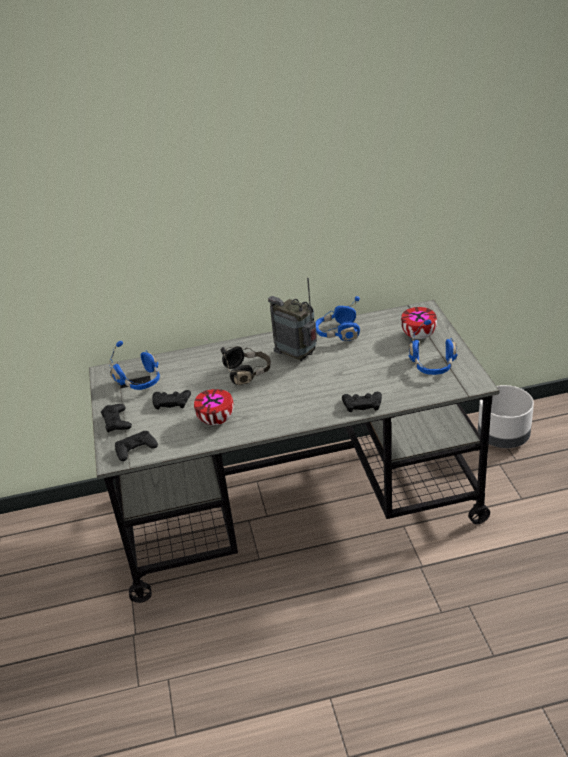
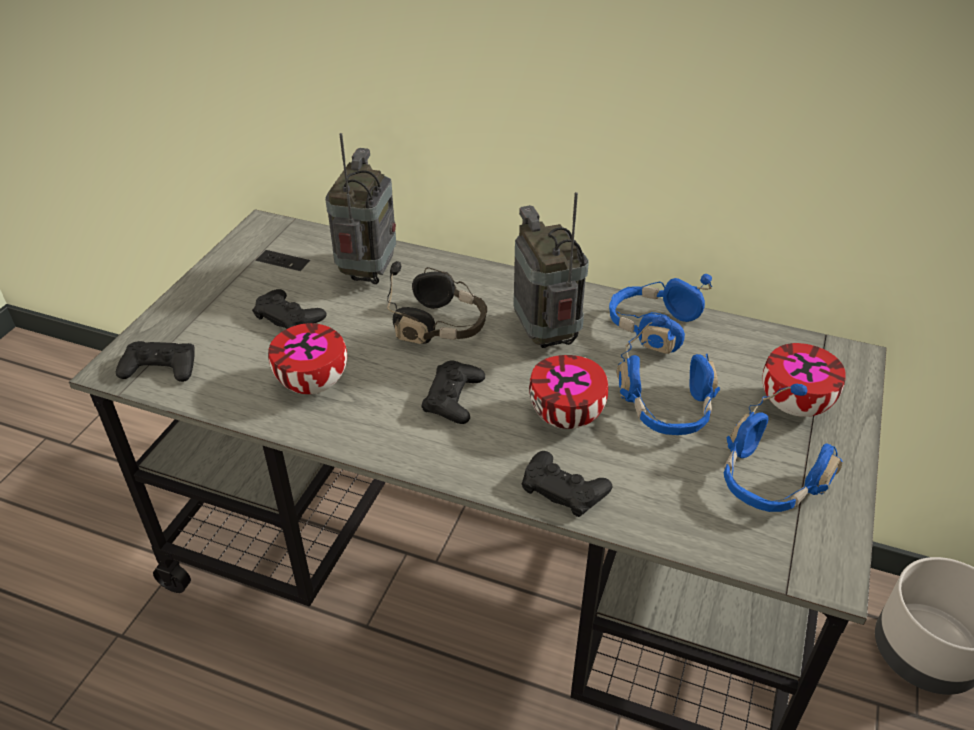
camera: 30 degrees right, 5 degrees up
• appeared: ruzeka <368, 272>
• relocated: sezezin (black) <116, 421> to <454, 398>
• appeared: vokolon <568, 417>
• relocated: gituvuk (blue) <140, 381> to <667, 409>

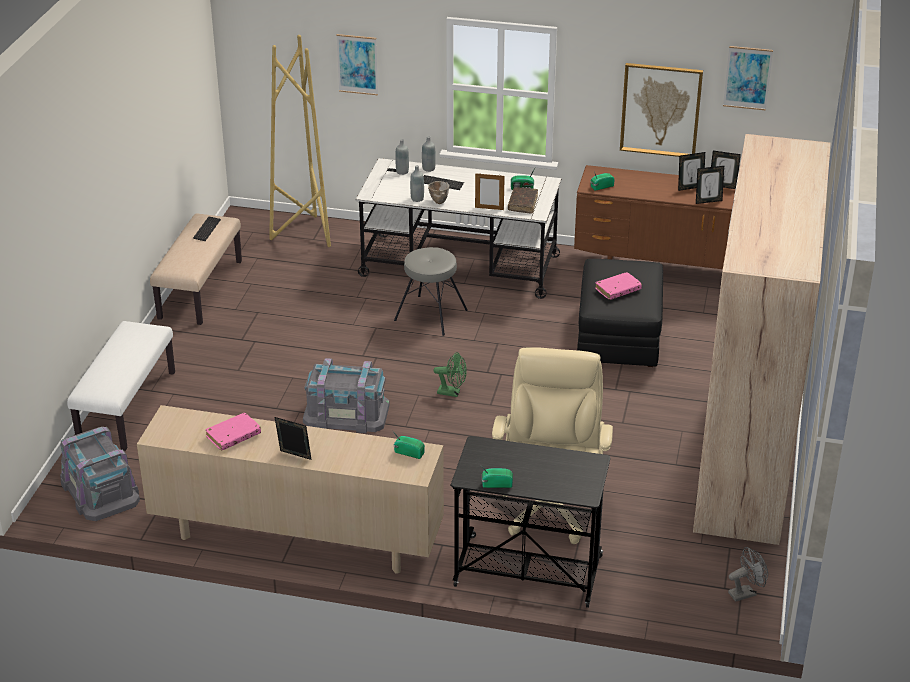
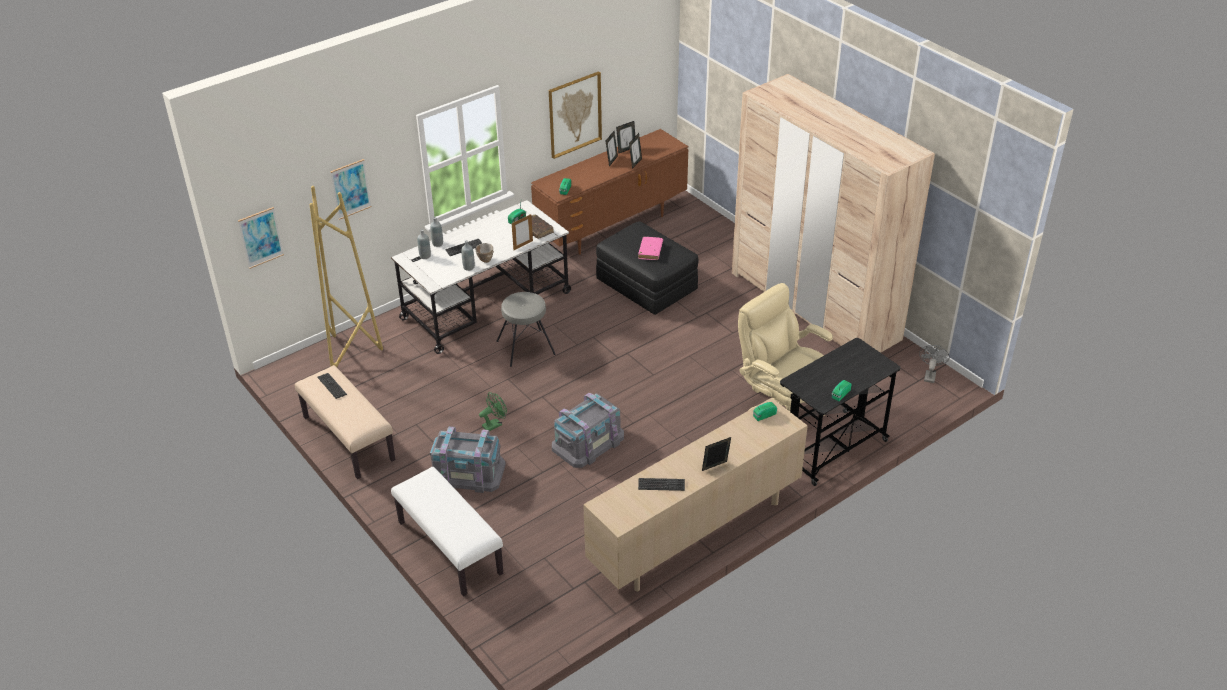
camera: 50 degrees left, 5 degrees up
• relocated: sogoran <747, 78> to <261, 237>
• relocated: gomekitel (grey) <99, 489> to <467, 473>
• relocated: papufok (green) <452, 392> to <494, 424>
• exchanged: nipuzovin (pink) <233, 436> to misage <661, 485>

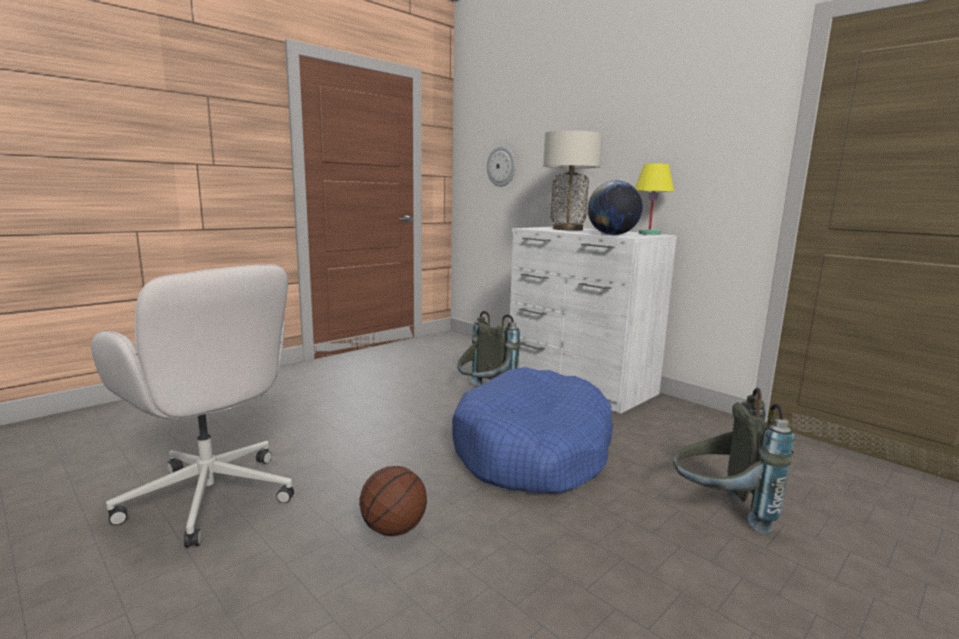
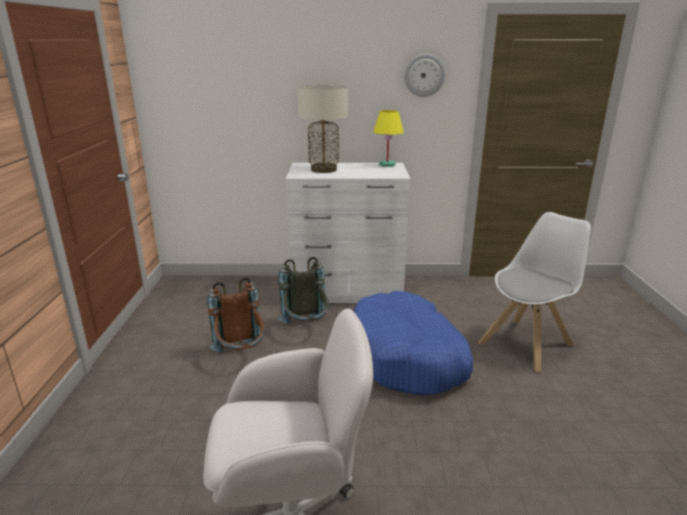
camera: 45 degrees left, 10 degrees up
• appeared: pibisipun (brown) <241, 356>
• relocated: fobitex <501, 166> to <424, 75>
• exchanged: pibisipun (grey) <719, 511> to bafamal <527, 343>
• missing: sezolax <393, 529>
• missing: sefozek <612, 235>

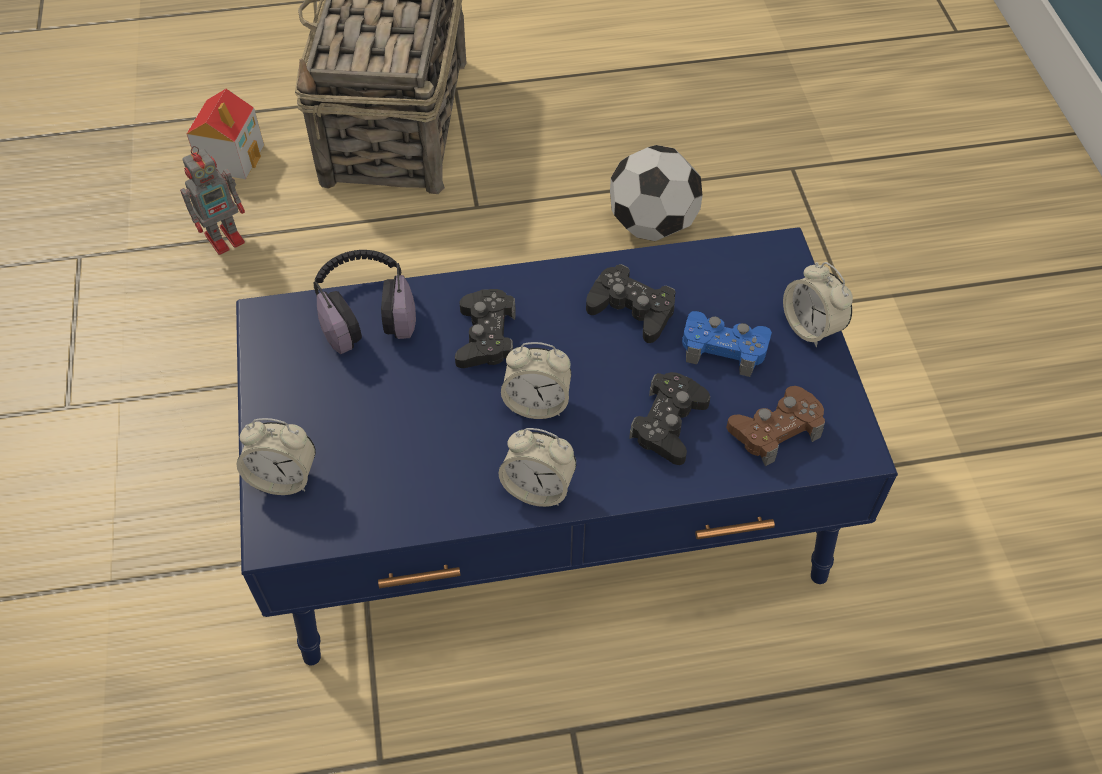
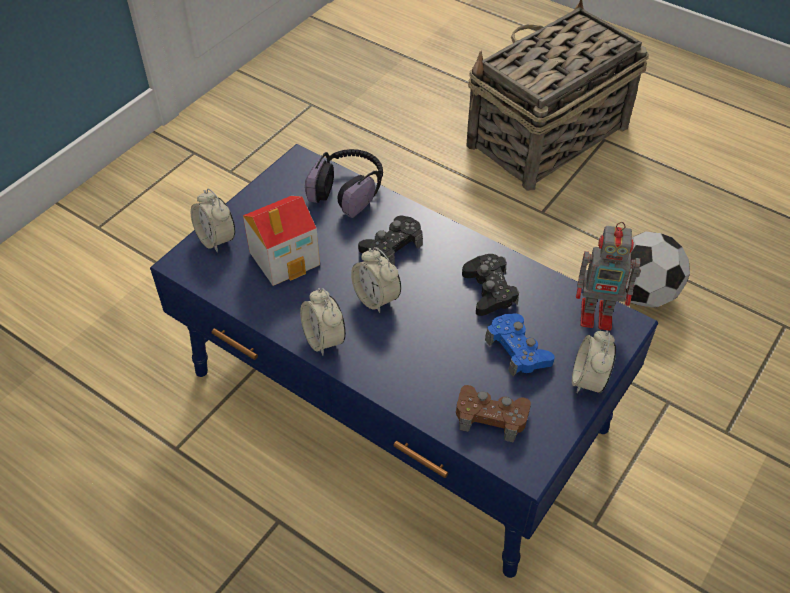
camera: 45 degrees right, 5 degrees down
• relocated: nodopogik <232, 157> to <285, 258>
• relocated: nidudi <226, 237> to <598, 314>
• missing: sezezin (black) <668, 424>

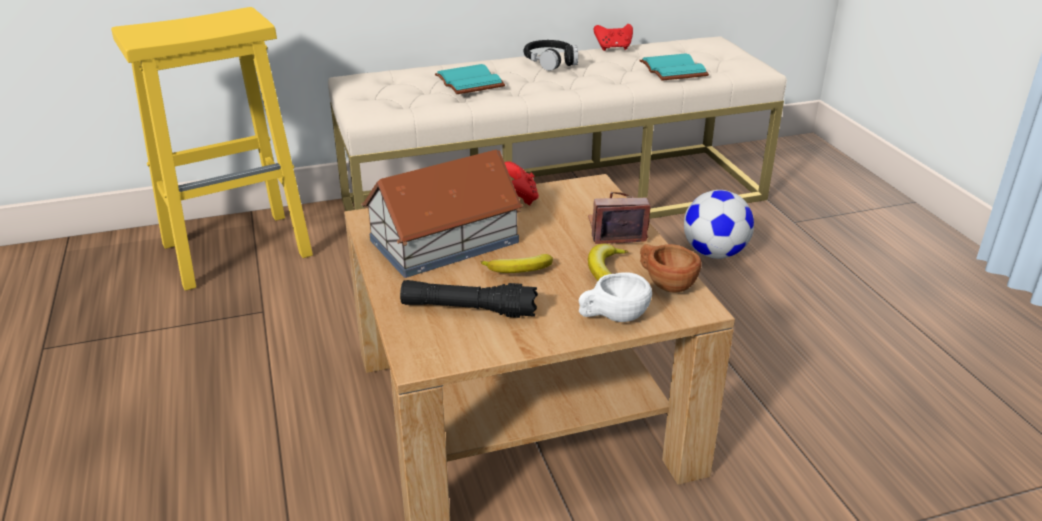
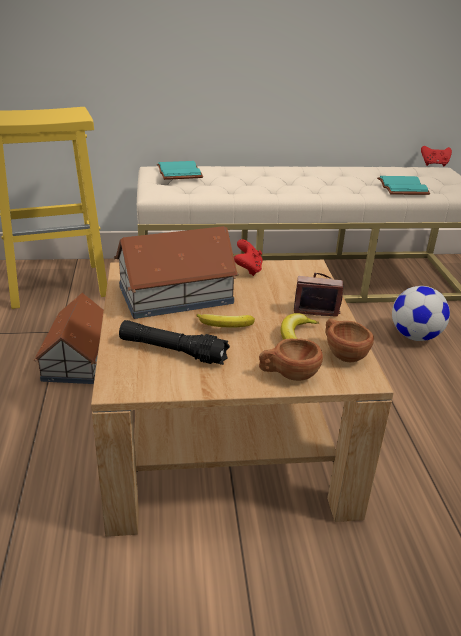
camera: 10 degrees right, 0 degrees up
• appeared: nodopogik <78, 357>
• relocated: nipuzovin (turquoise) <471, 82> to <180, 173>
• colour: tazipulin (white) <613, 317> to tazipulin (brown) <288, 375>
• relocated: sezezin (red) <613, 48> to <434, 164>
• missing: gituvuk (black) <550, 62>

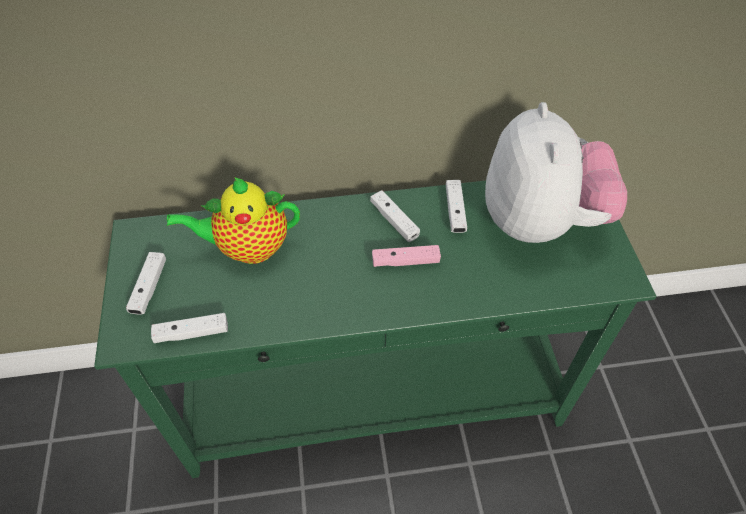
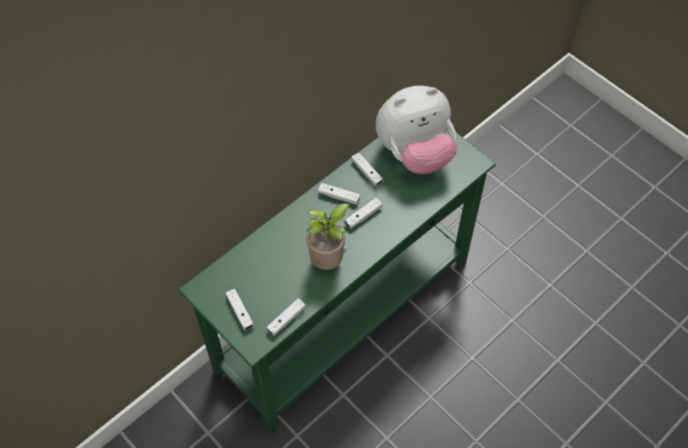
camera: 35 degrees left, 5 degrees up
• appeared: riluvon <329, 261>
• colour: sezezin (pink) <405, 261> to sezezin (white) <363, 216>
• spun: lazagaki <540, 222> = <415, 153> 105 degrees clockwise
• missing: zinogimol <248, 248>

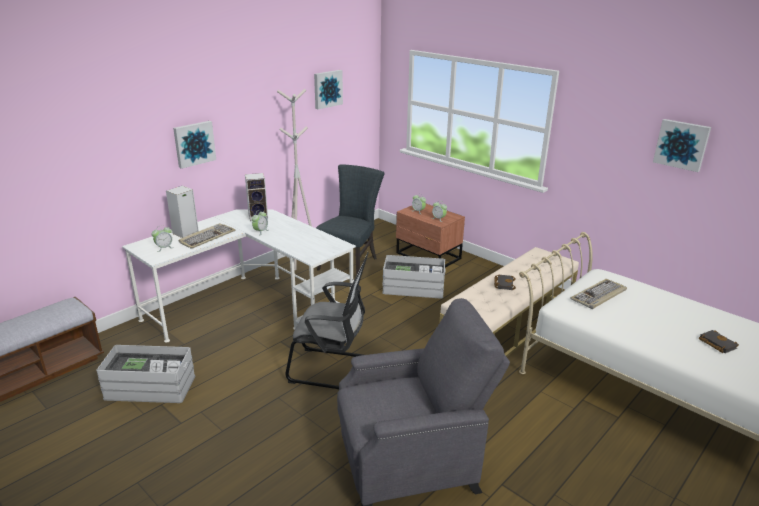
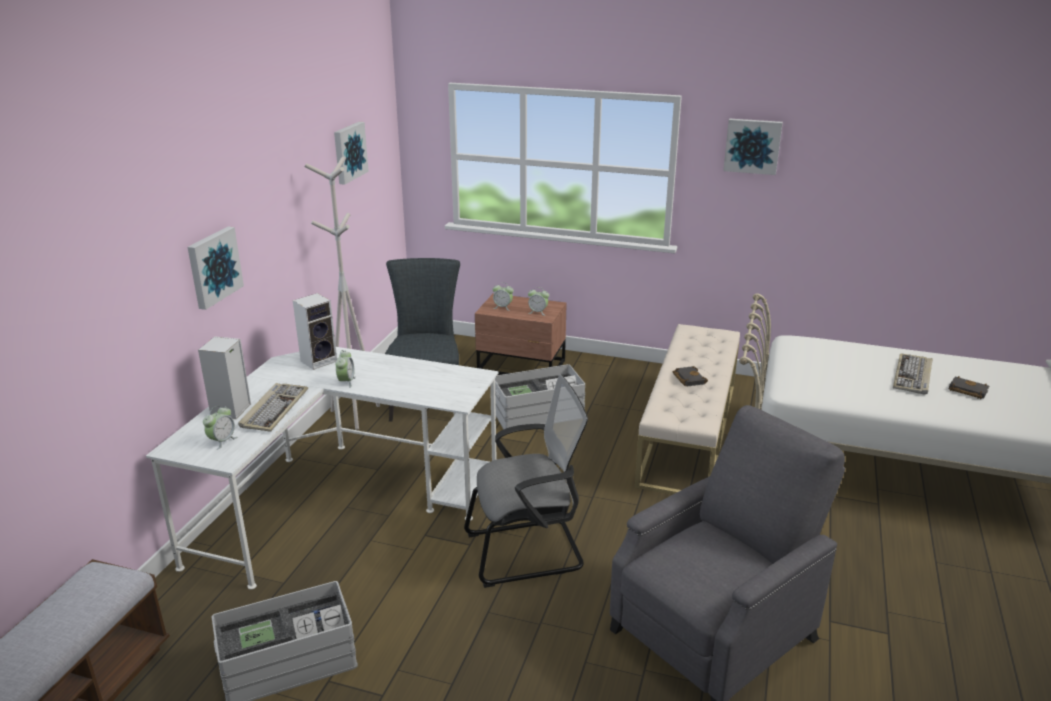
camera: 25 degrees left, 0 degrees up
• relocated: sogoran <682, 144> to <752, 146>
• relocated: misage <599, 296> to <913, 376>

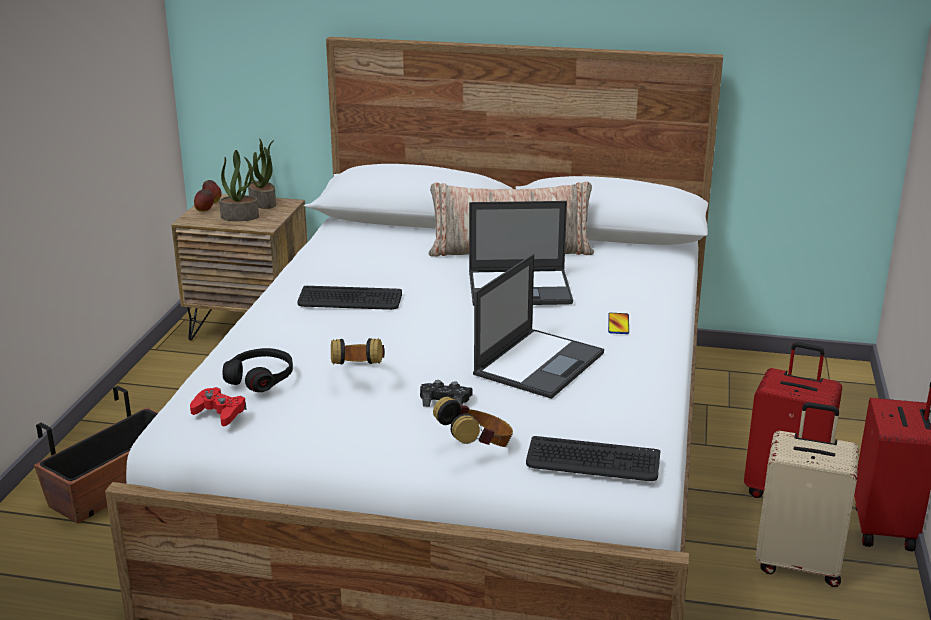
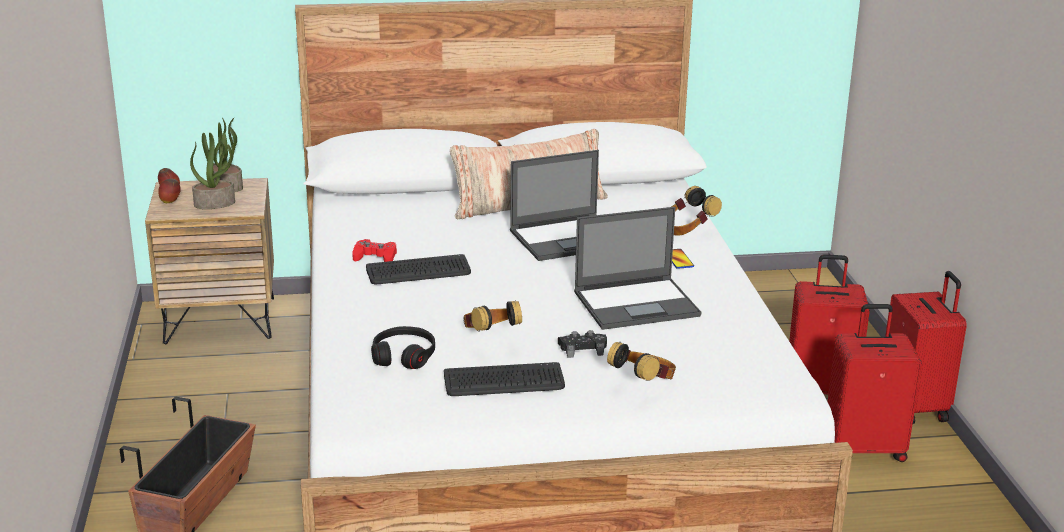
camera: 20 degrees left, 0 degrees up
• relocated: sezezin (red) <219, 412> to <375, 257>
• relocated: misage <593, 461> to <504, 382>
• spun: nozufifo <539, 363> = <637, 304> 60 degrees clockwise
• appeared: gituvuk <687, 230>
• colour: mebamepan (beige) <799, 563> to mebamepan (red) <864, 448>

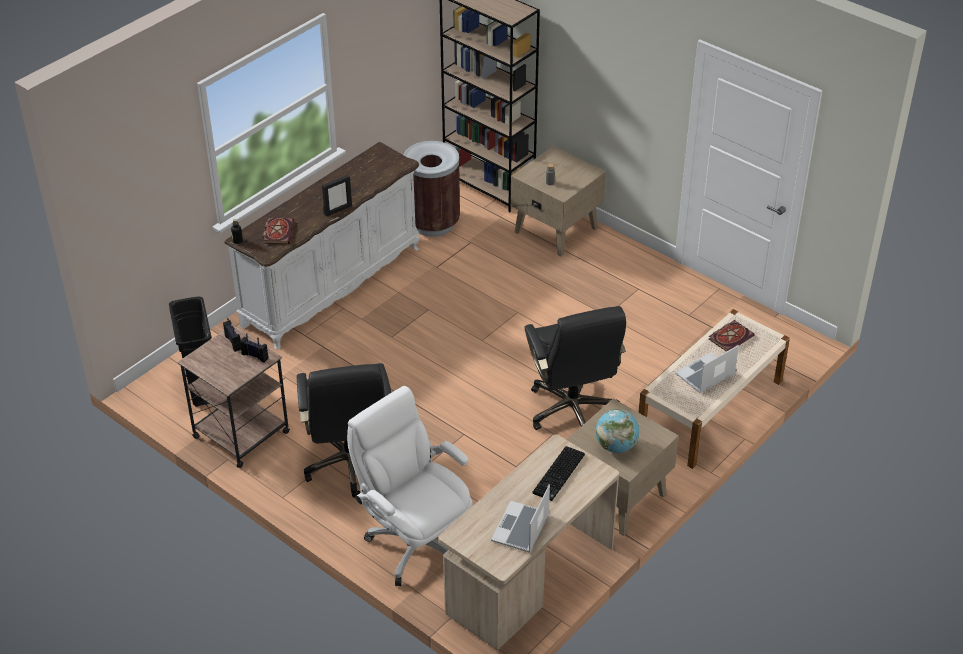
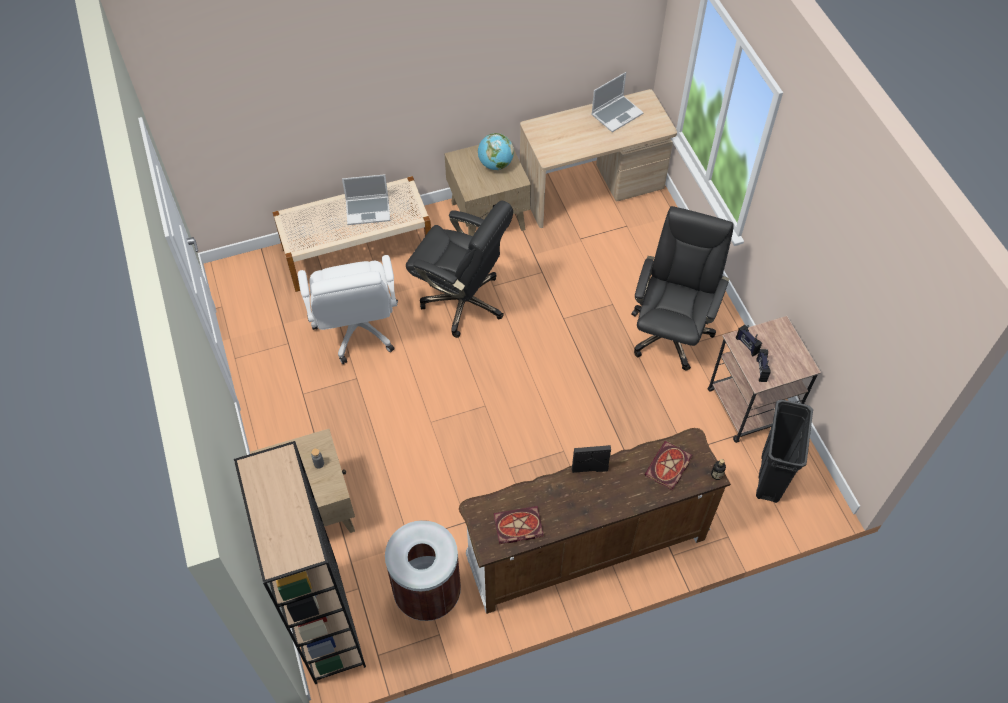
camera: 150 degrees left, 15 degrees up
• relocated: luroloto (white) <415, 540> to <358, 332>
• spun: luroloto (black) <571, 407> = <461, 301> 105 degrees clockwise
• relocated: nipuzovin <731, 337> to <517, 527>
• missing: misage <559, 475>

